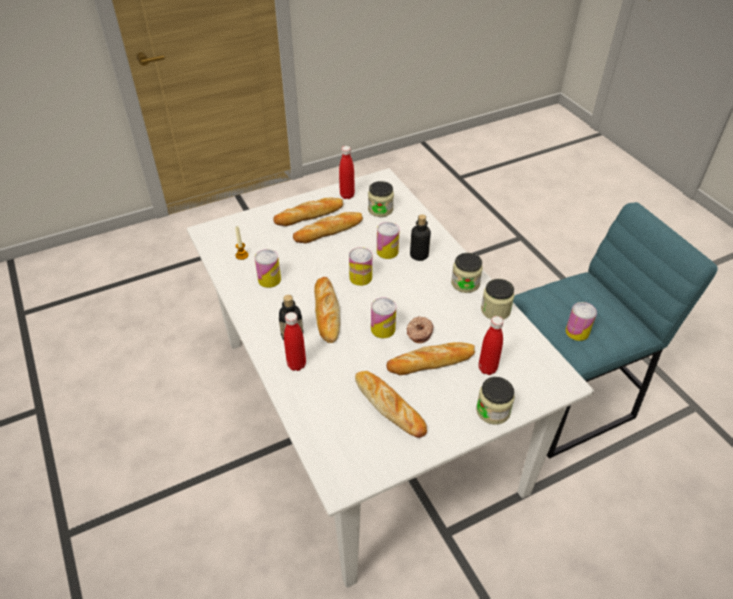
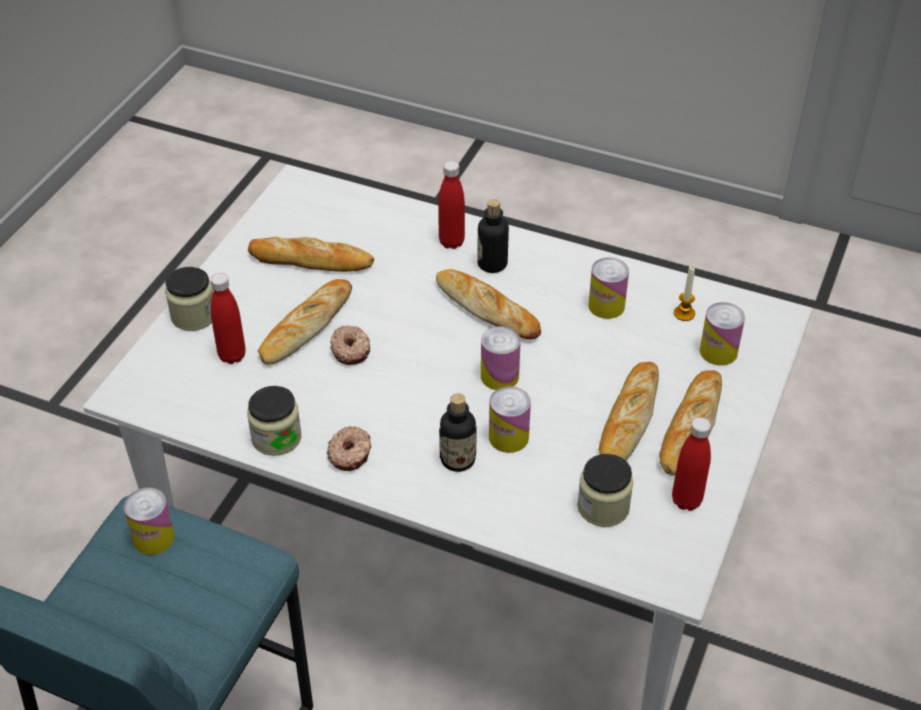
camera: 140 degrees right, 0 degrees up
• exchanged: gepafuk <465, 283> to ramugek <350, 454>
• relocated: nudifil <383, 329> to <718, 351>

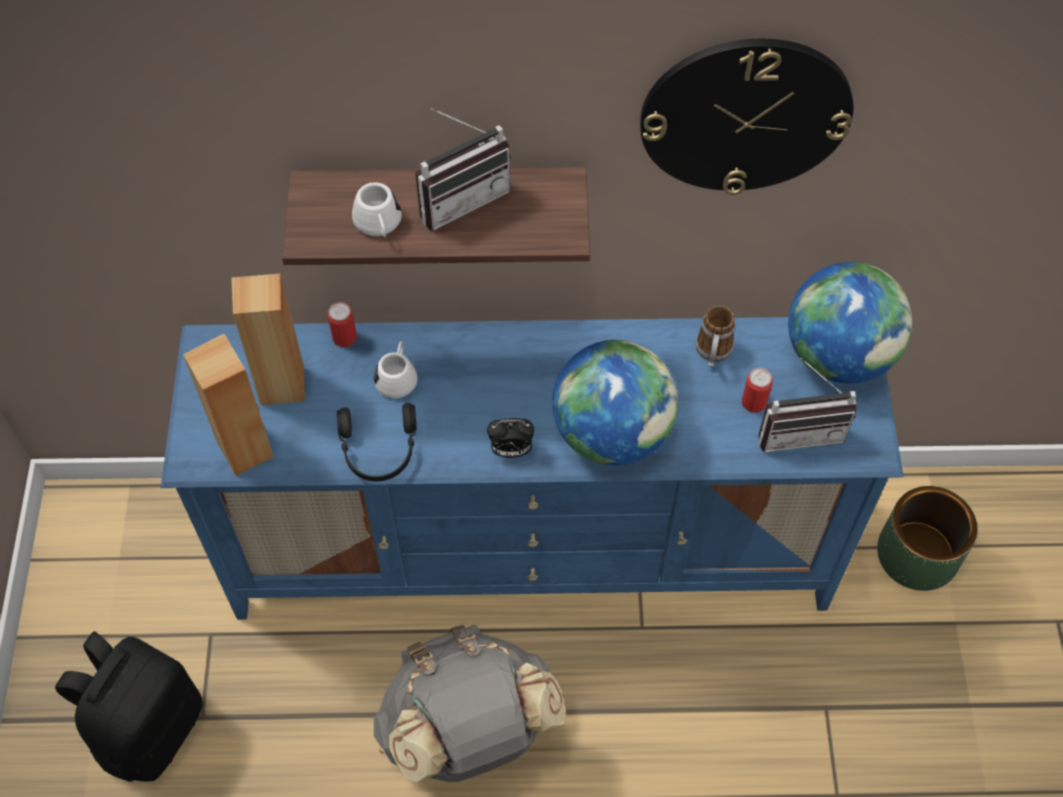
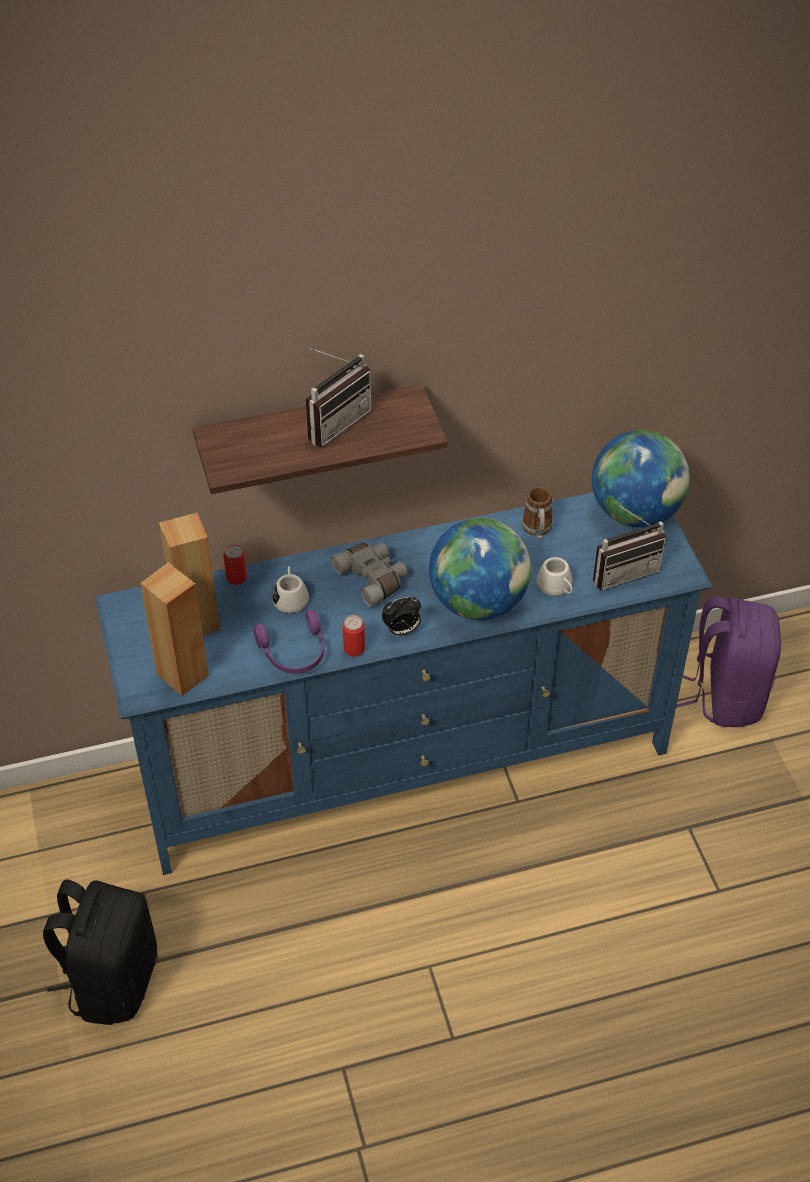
camera: 15 degrees left, 10 degrees down
• colour: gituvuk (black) <379, 450> to gituvuk (purple) <294, 652>
• appeared: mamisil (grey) <373, 578>
• relocated: nudifil <754, 402> to <354, 648>
• relocated: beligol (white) <379, 224> to <557, 587>
• exchanged: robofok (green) <916, 554> to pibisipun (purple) <724, 695>
• missing: pibisipun (grey) <469, 732>
• missing: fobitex <745, 115>

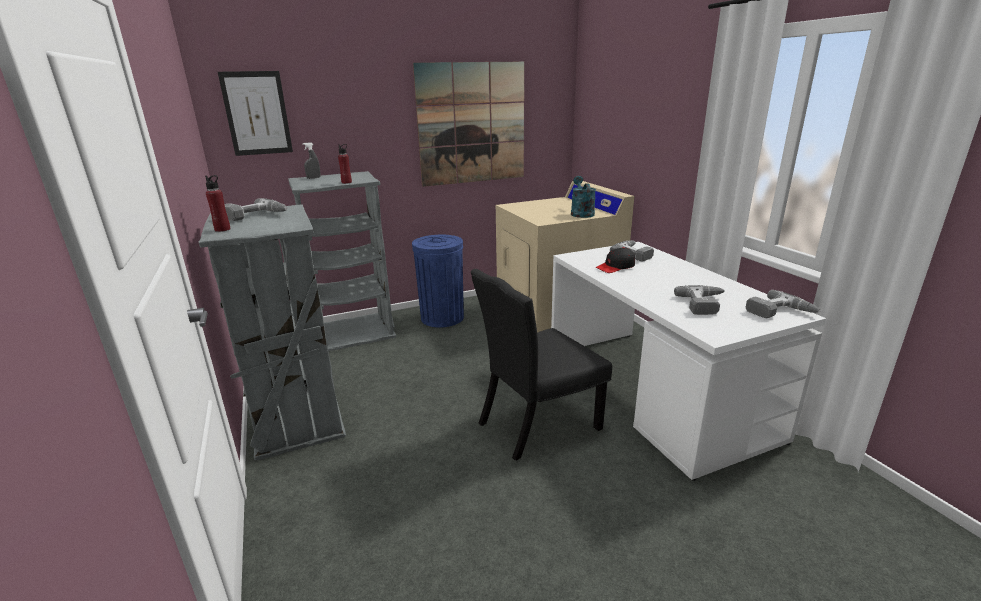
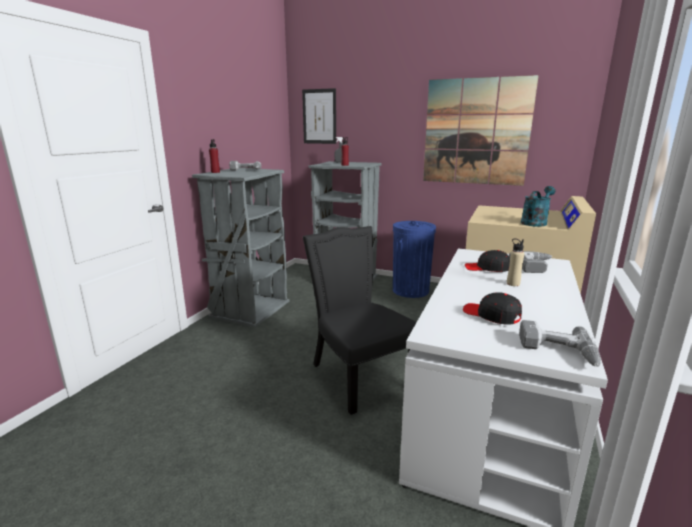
camera: 45 degrees right, 5 degrees down
• spun: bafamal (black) <539, 423> = <360, 379> 45 degrees clockwise
• exchanged: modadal <705, 304> to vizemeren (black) <491, 315>
• appeared: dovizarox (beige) <513, 284>

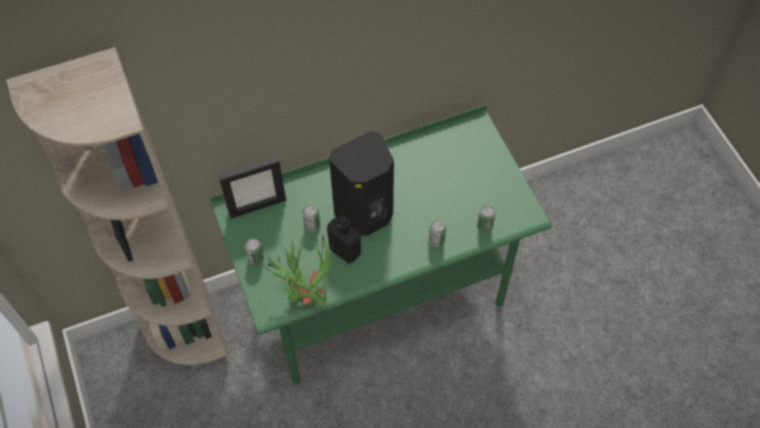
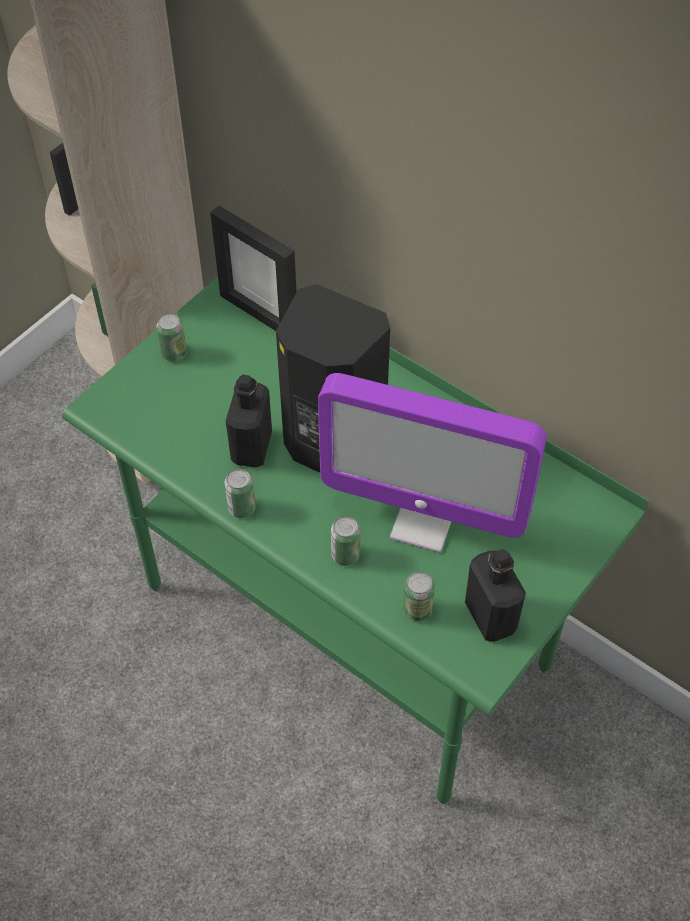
camera: 60 degrees right, 5 degrees down
• relocated: nudifil <312, 225> to <242, 508>
• appeared: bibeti <423, 522>
• appeared: dovizarox (black) <490, 616>
• missing: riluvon <305, 292>

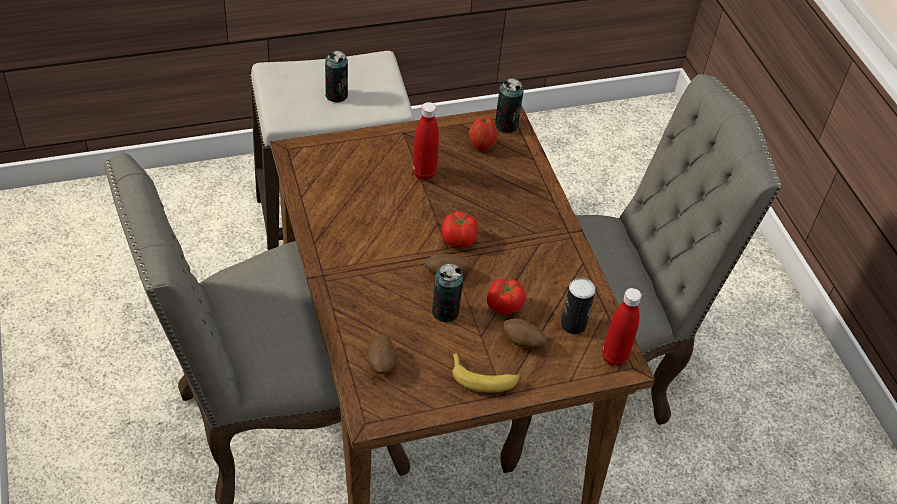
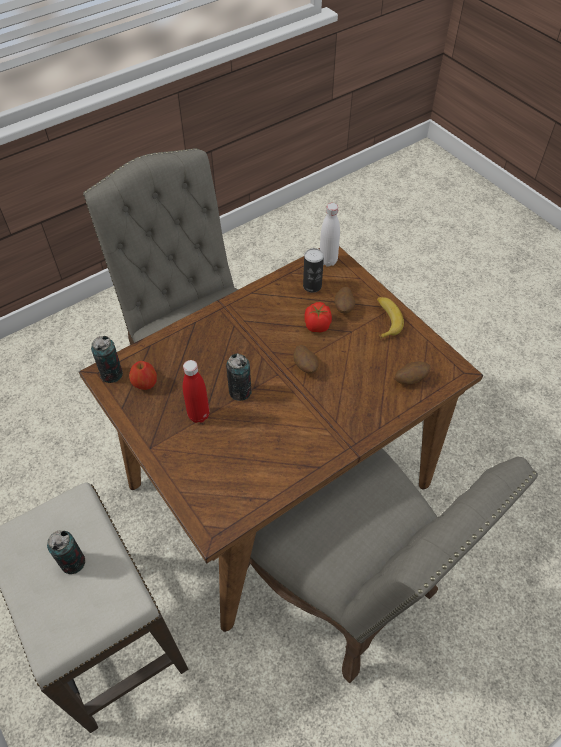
camera: 105 degrees left, 5 degrees up
• relocated: nudifil <445, 312> to <240, 392>
• colour: dovizarox (red) <614, 357> to dovizarox (white) <328, 261>
• missing: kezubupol <459, 240>

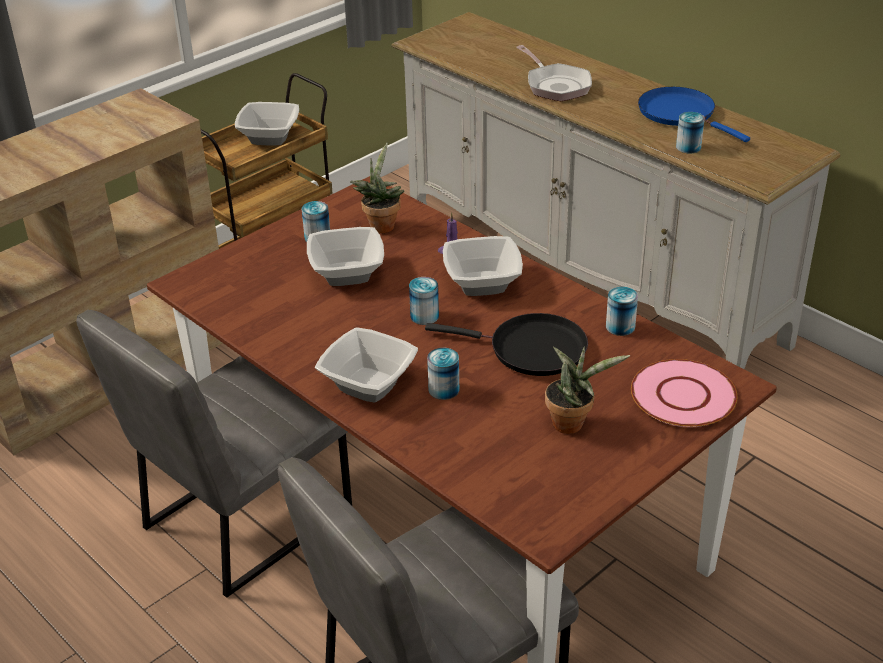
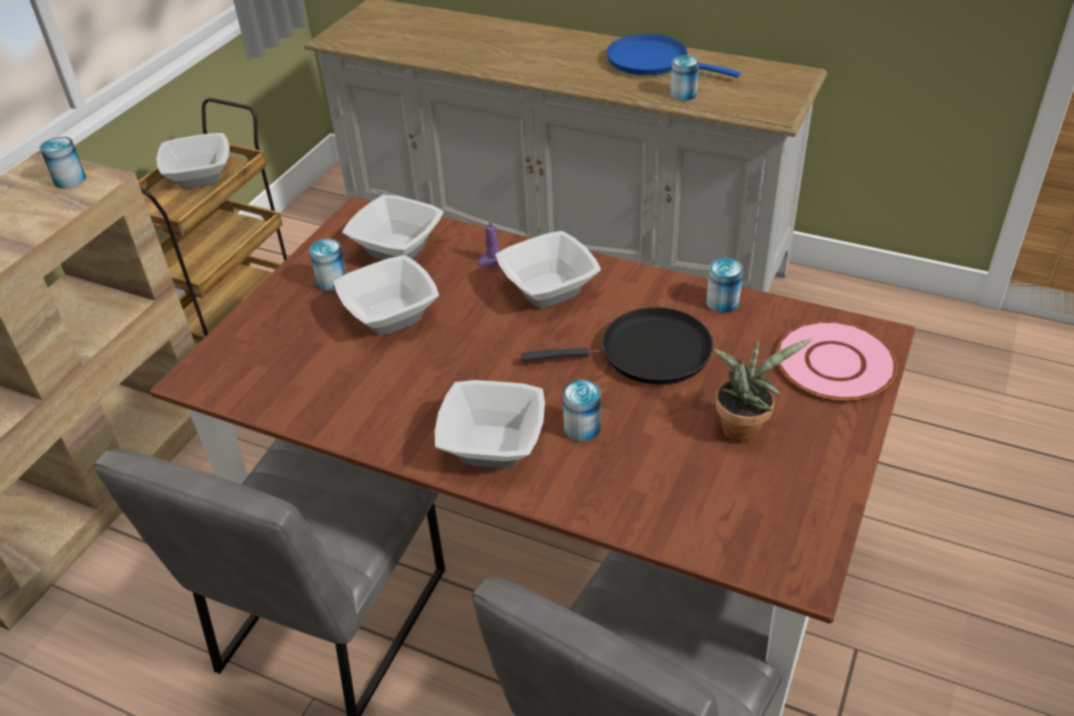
camera: 20 degrees left, 5 degrees up
• relocated: nudifil <424, 316> to <70, 180>
• exchanged: riluvon <381, 225> to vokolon <397, 249>
• missing: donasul <555, 85>

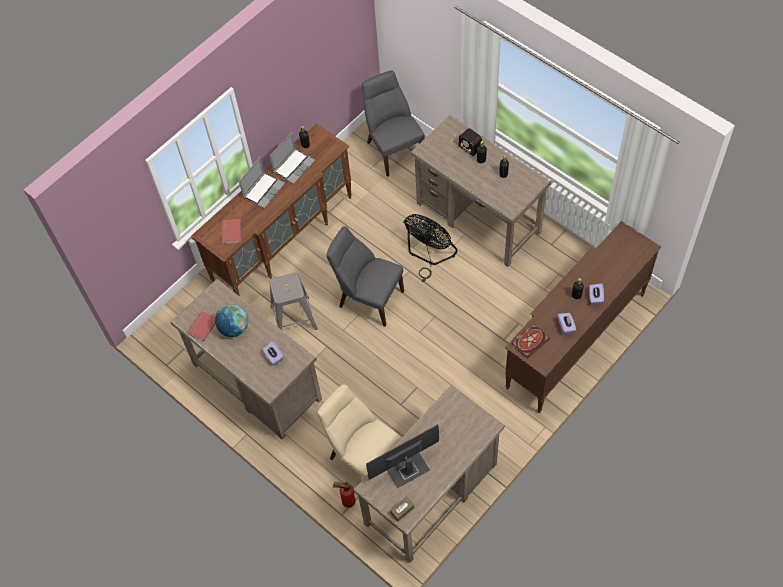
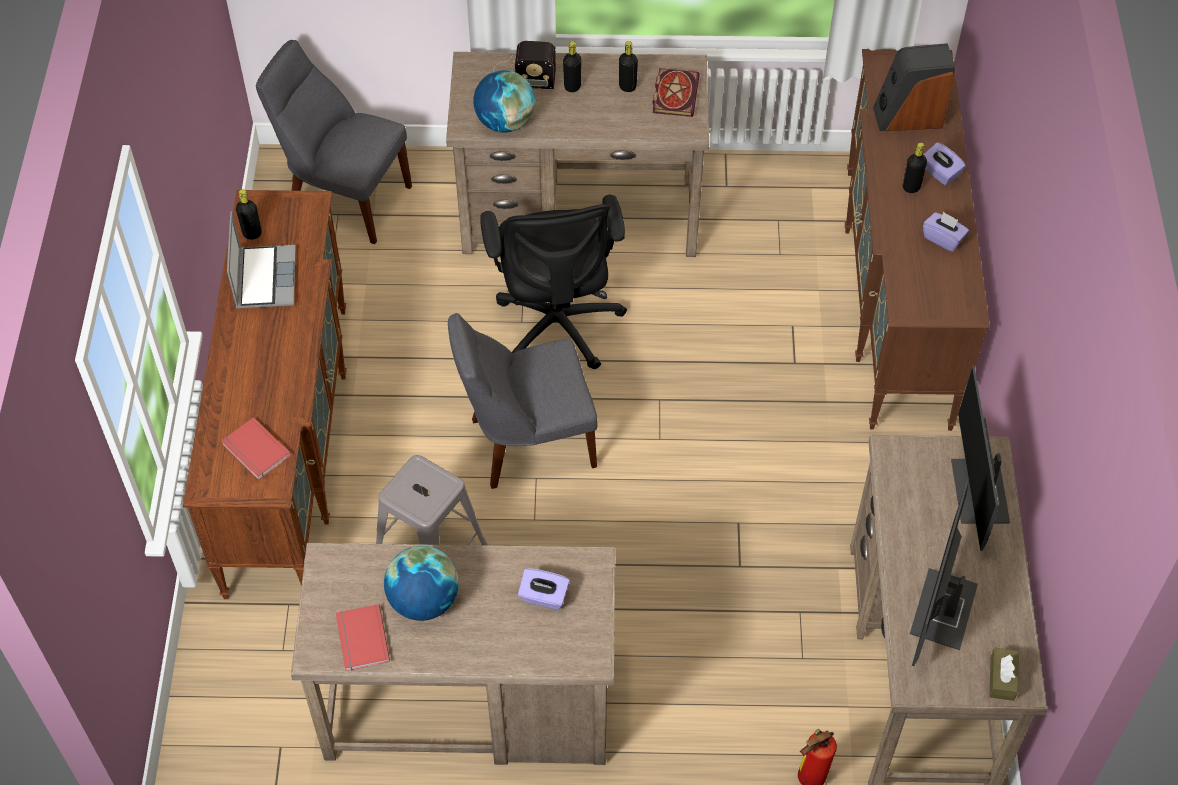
camera: 45 degrees left, 5 degrees down
• appeared: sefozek <505, 122>
• exchanged: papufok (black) <427, 254> to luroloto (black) <555, 317>
• relocated: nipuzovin <530, 340> to <674, 93>
• appeared: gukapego <908, 116>
• appeared: bibeti <980, 493>
• missing: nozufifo <263, 190>
• missing: bafamal (beige) <362, 456>

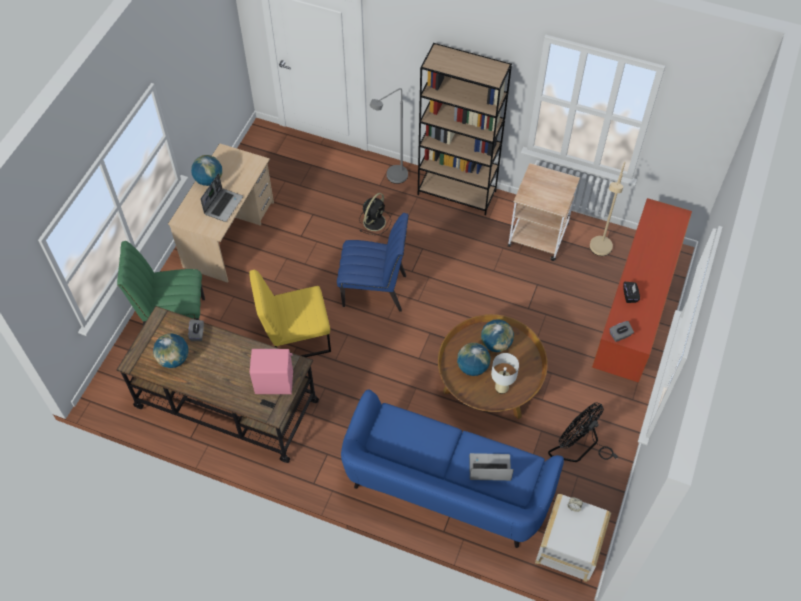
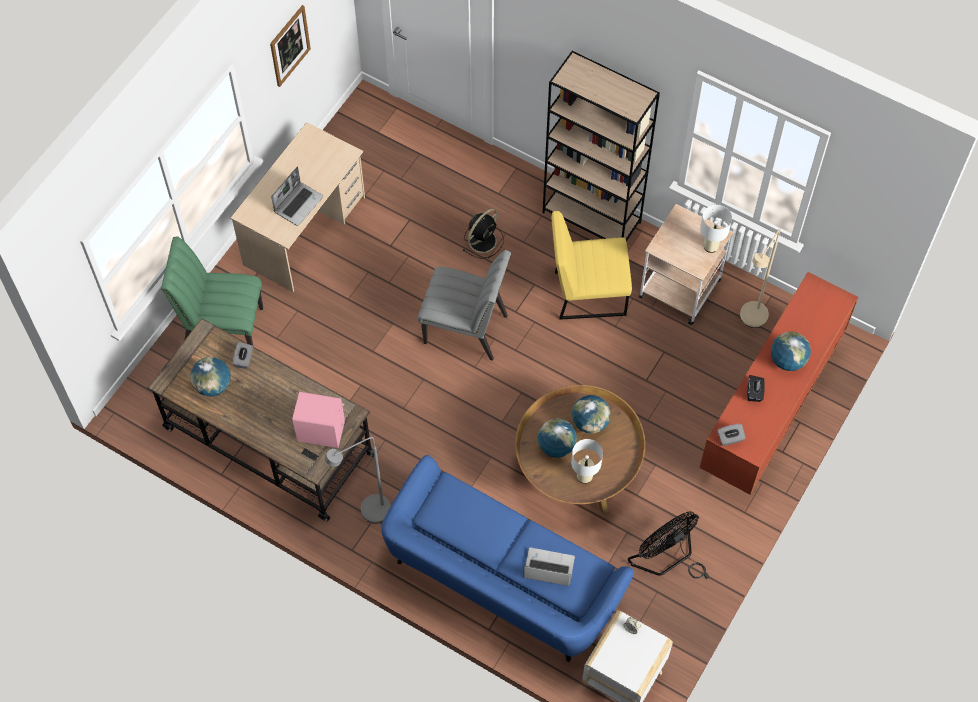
camera: 10 degrees right, 5 degrees up
• appeared: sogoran <289, 45>
• relocated: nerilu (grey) <392, 178> to <368, 513>
• colour: bafamal (blue) <374, 291> to bafamal (grey) <465, 329>
• relocated: bafamal (yellow) <296, 337> to <587, 293>
• appeared: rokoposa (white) <710, 246>
• relocated: sefozek <209, 180> to <787, 360>

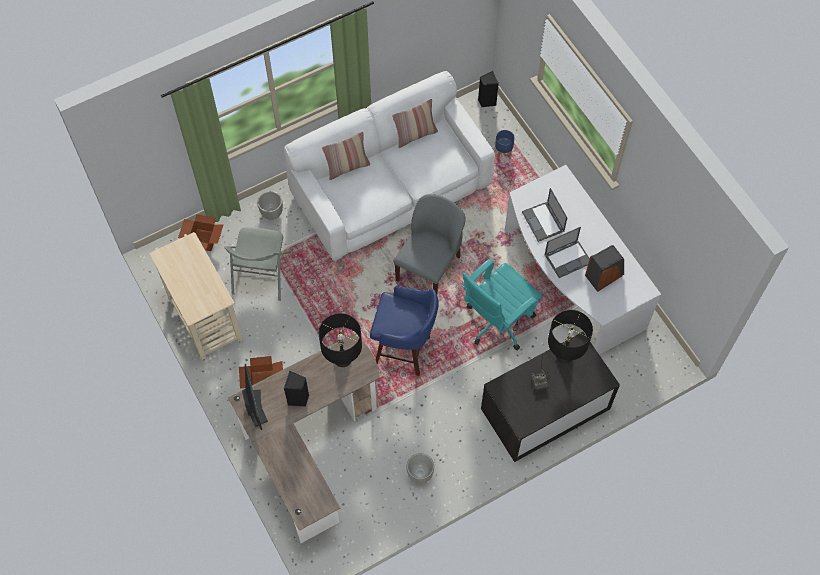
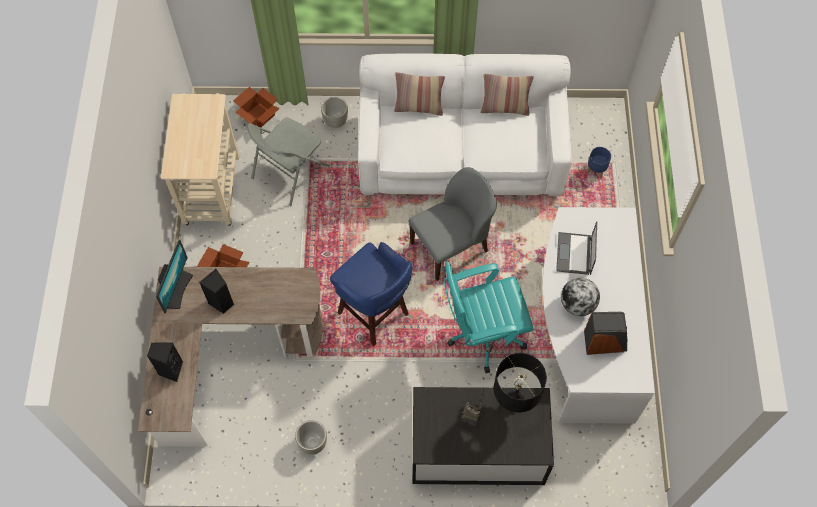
camera: 30 degrees right, 0 degrees up
• relocated: gukapego (black) <486, 101> to <170, 370>
• exchanged: nozufifo <568, 258> to sefozek <577, 304>
• missing: rokoposa (black) <342, 359>

